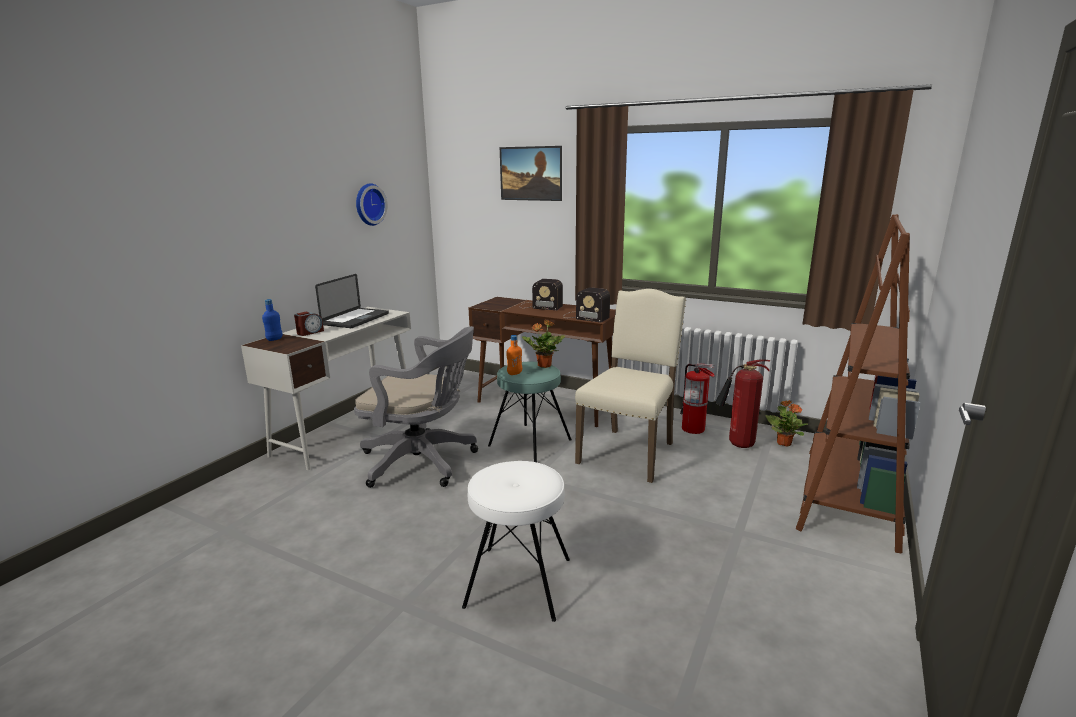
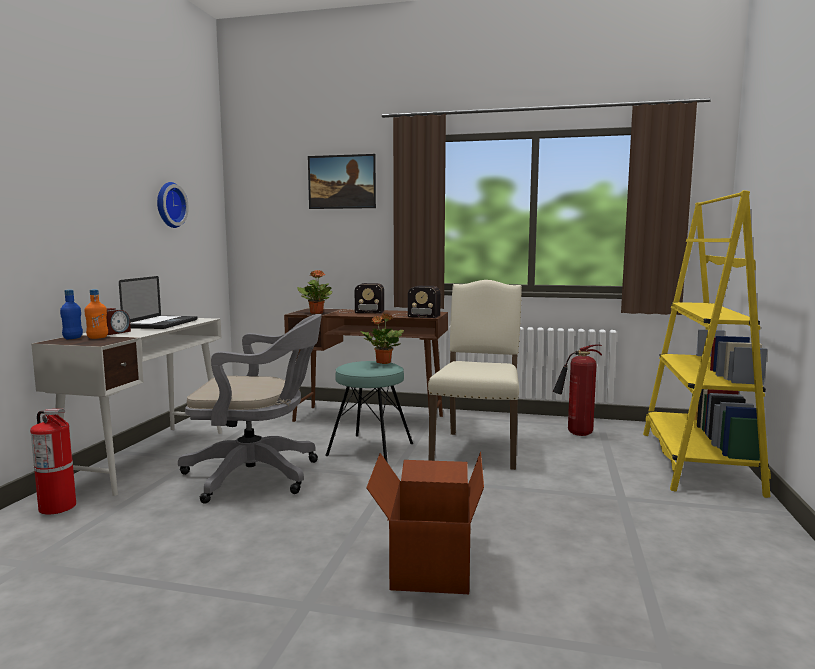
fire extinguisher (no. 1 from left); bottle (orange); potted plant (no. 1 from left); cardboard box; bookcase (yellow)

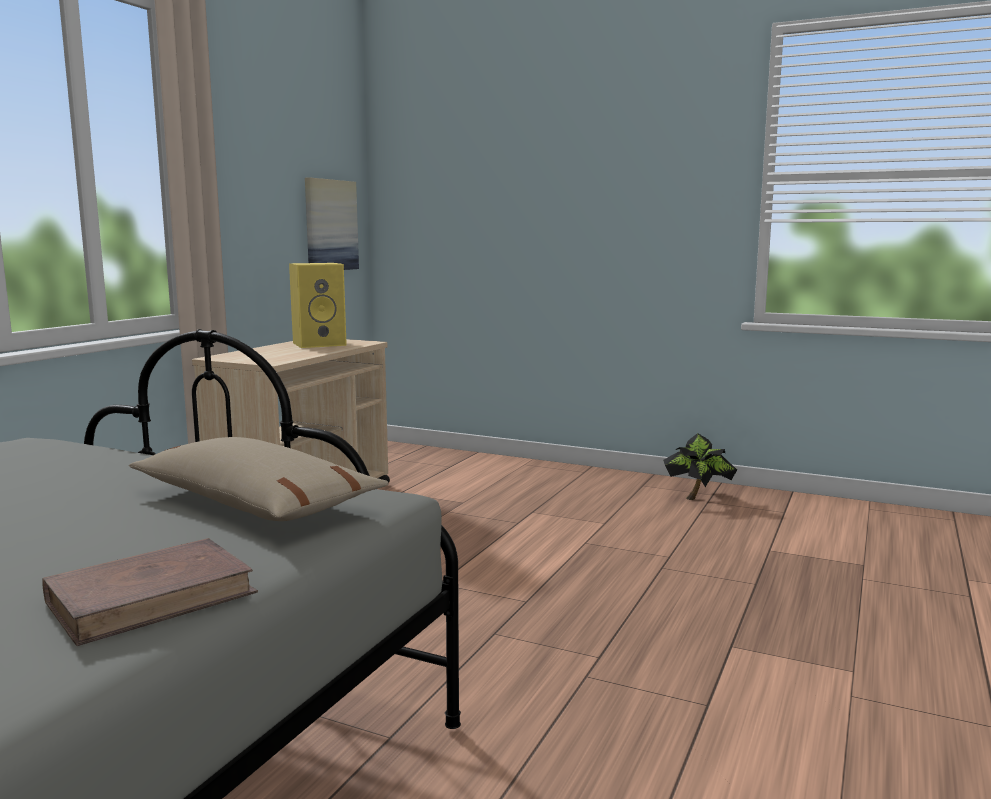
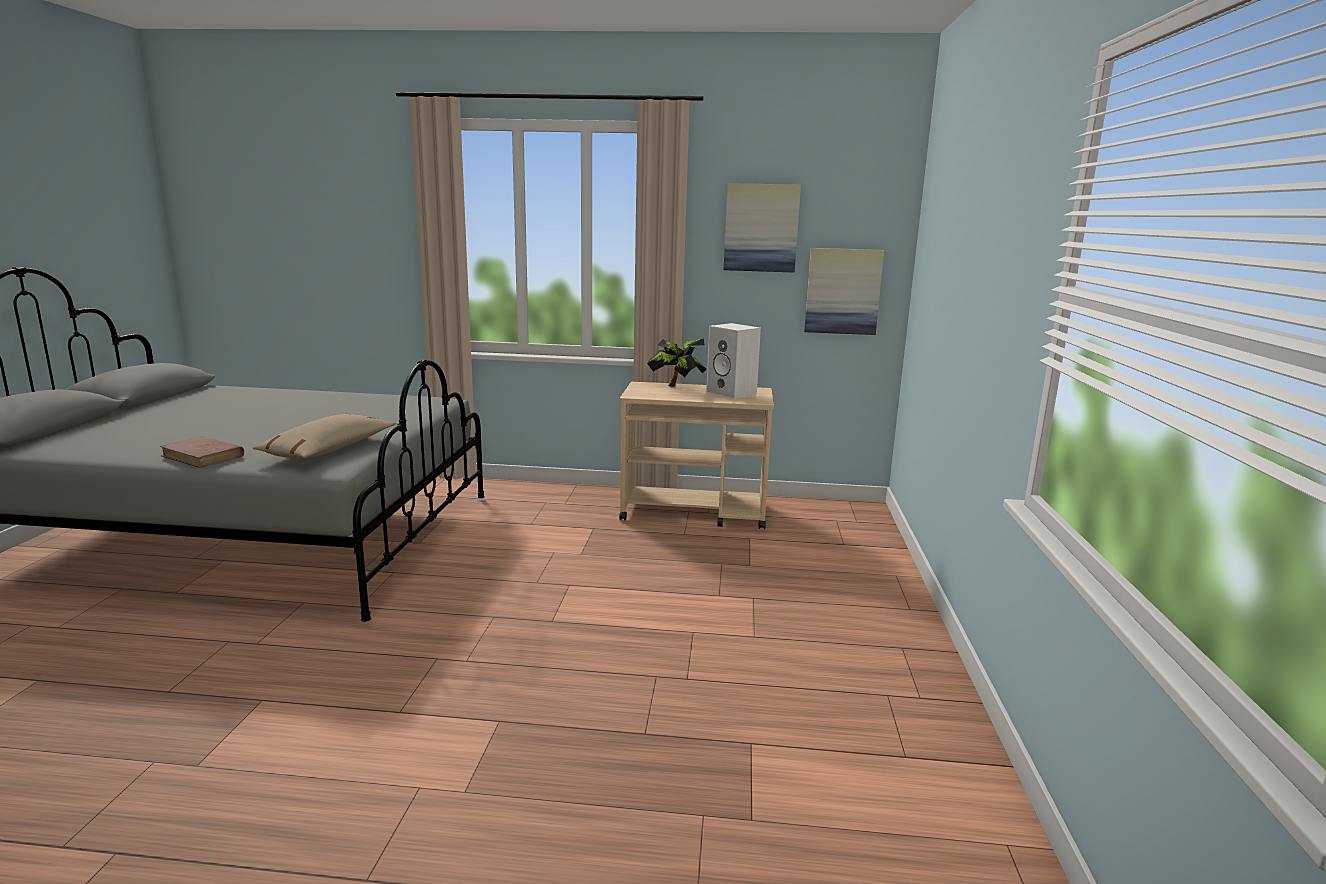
potted plant; speaker (white); picture (no. 1 from left)

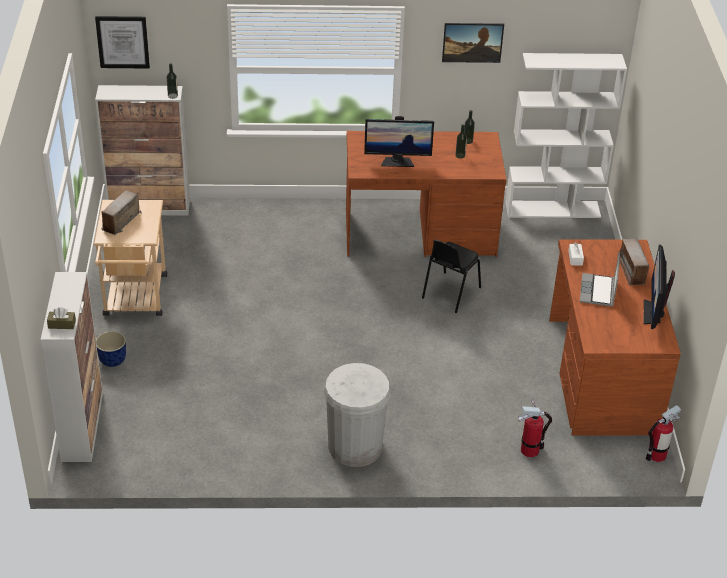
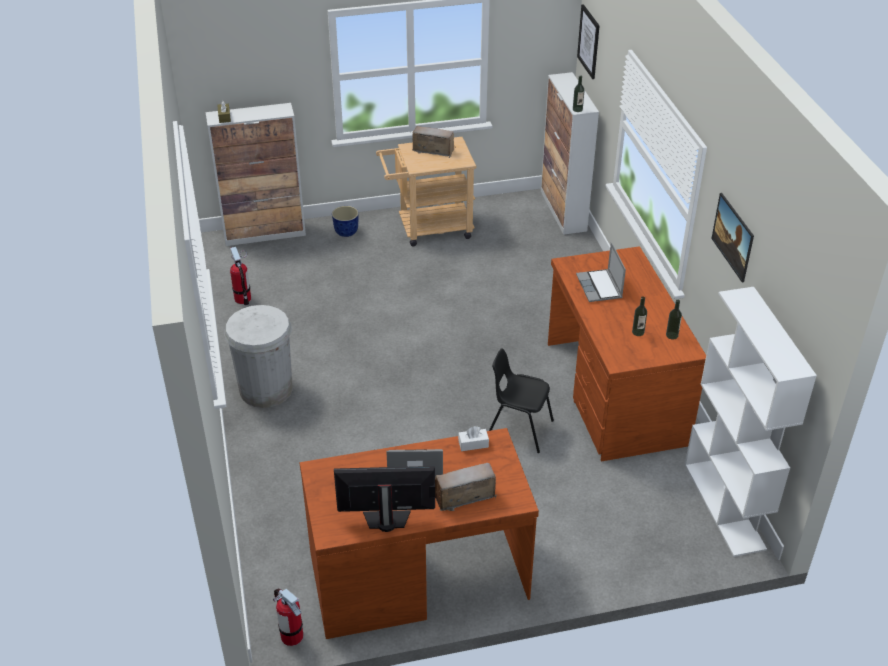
fire extinguisher (no. 1 from left); laptop (no. 2 from left)

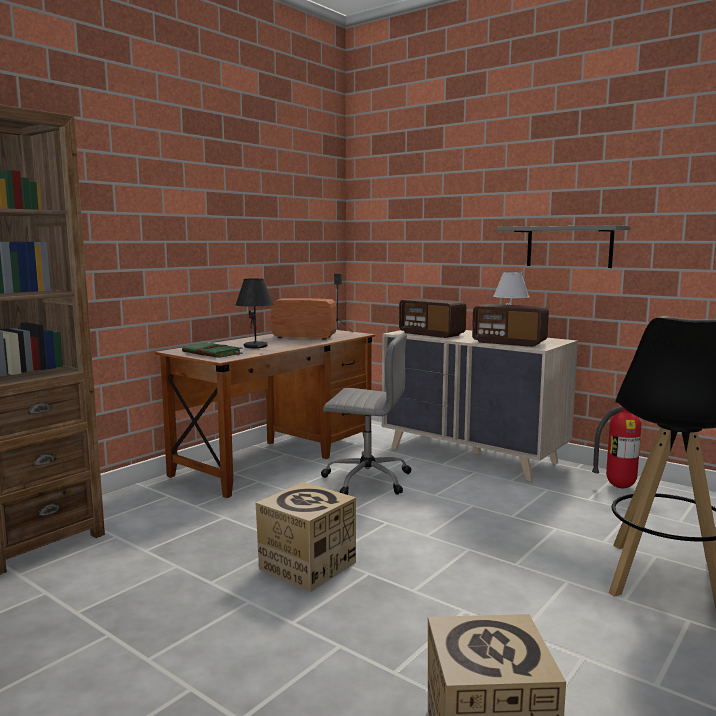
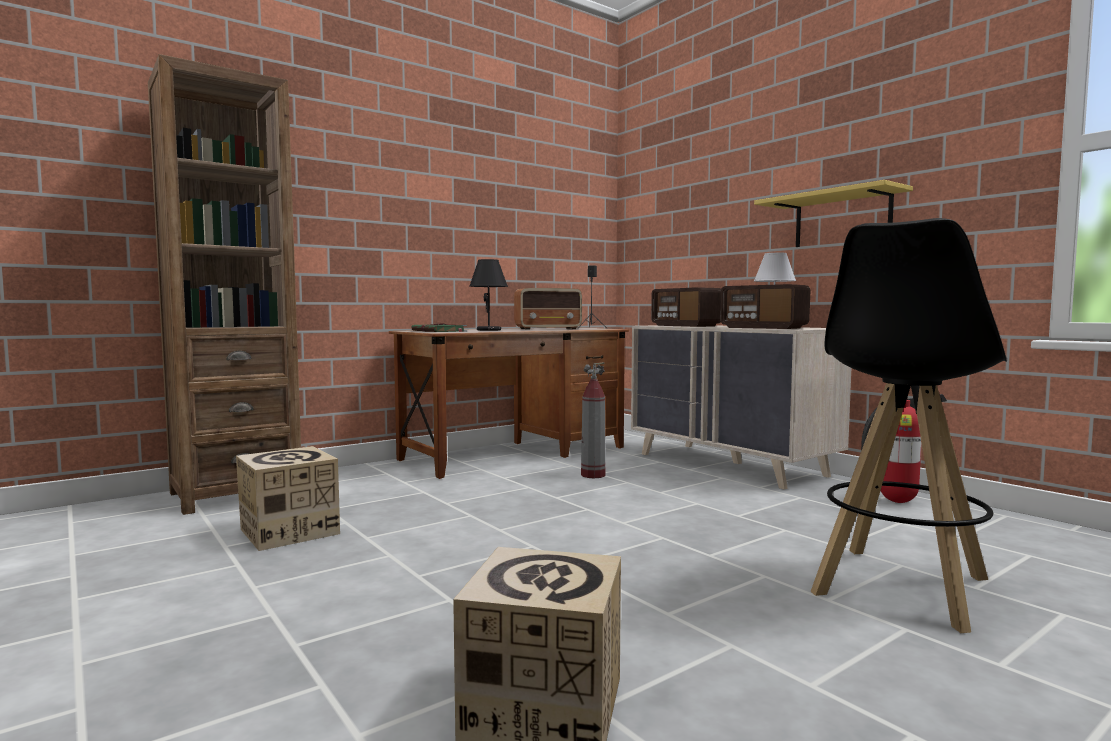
cardboard box (no. 1 from left); radio (no. 1 from left); fire extinguisher (no. 1 from left); shelf (yellow)

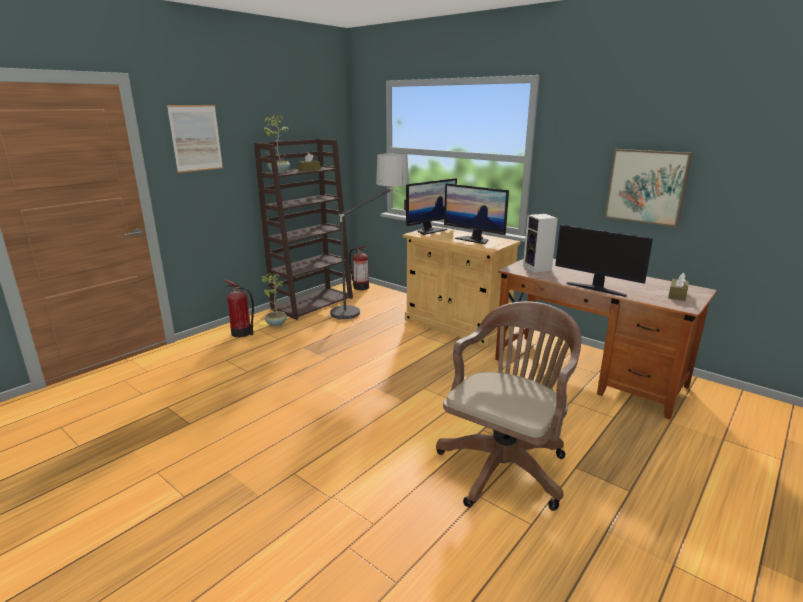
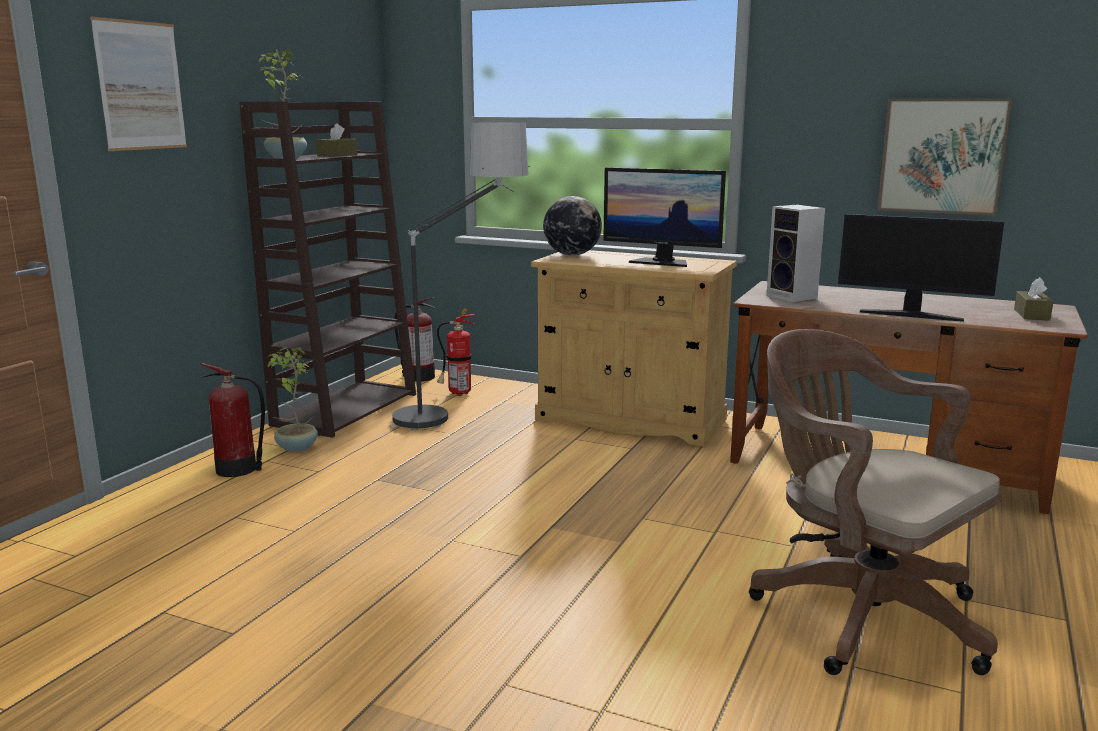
fire extinguisher (no. 3 from left); globe; office chair (brown)

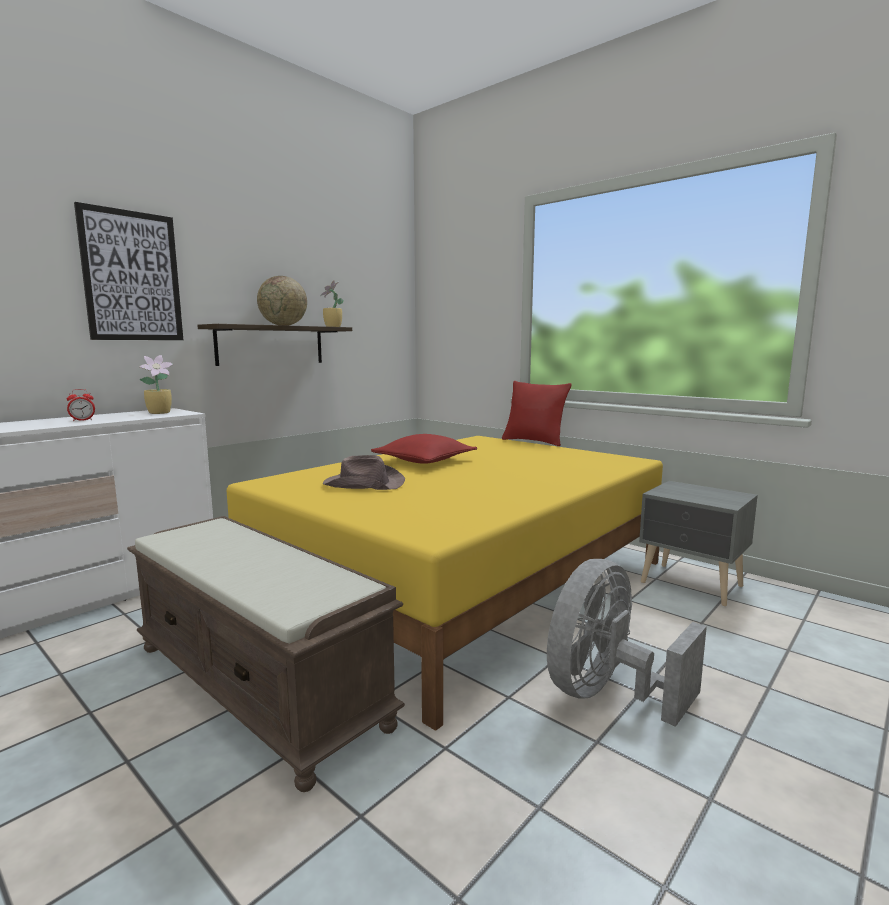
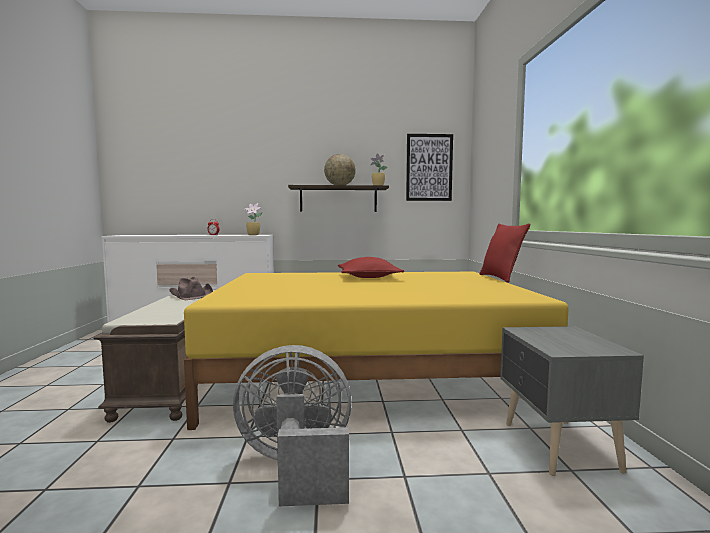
hat (brown); picture

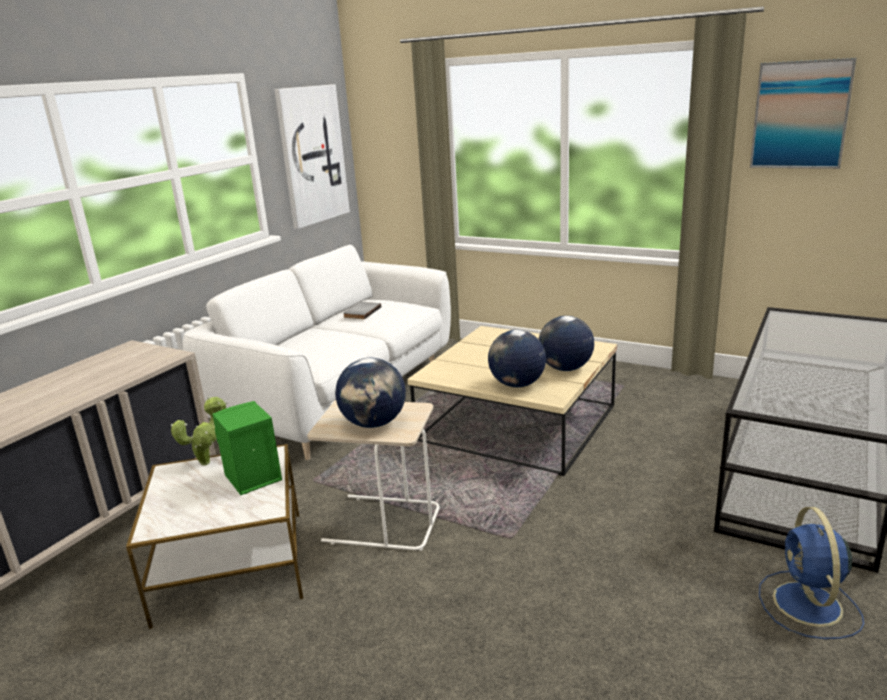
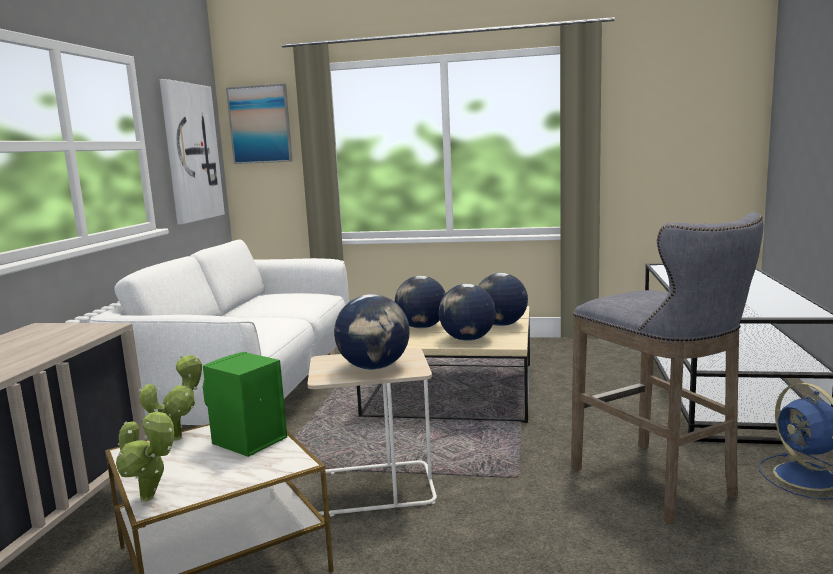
potted plant (no. 1 from left); picture (no. 2 from left); globe (no. 2 from left); stool (grey); book (grey)

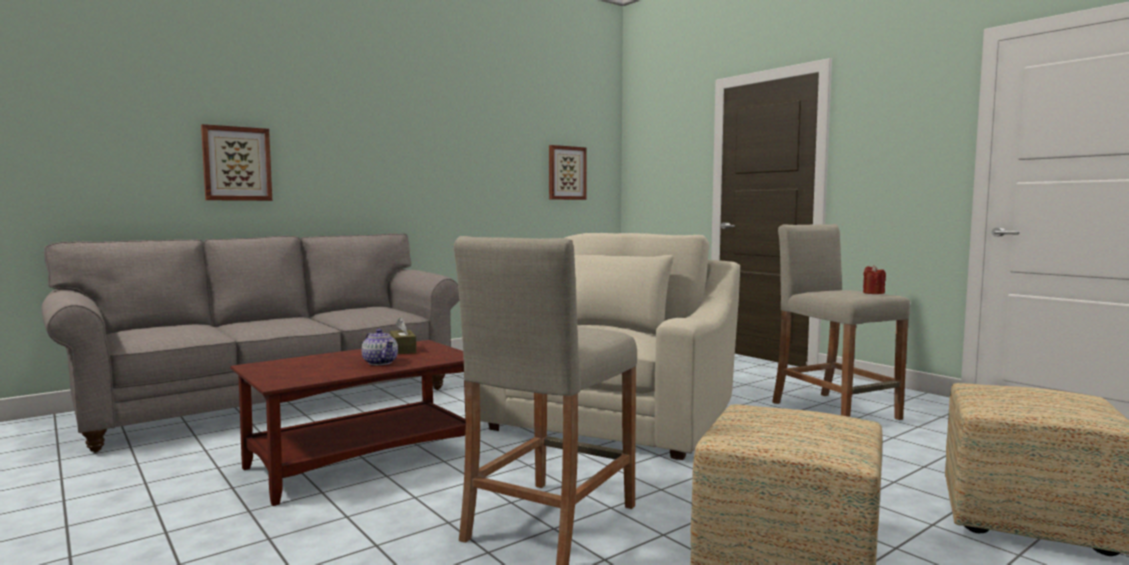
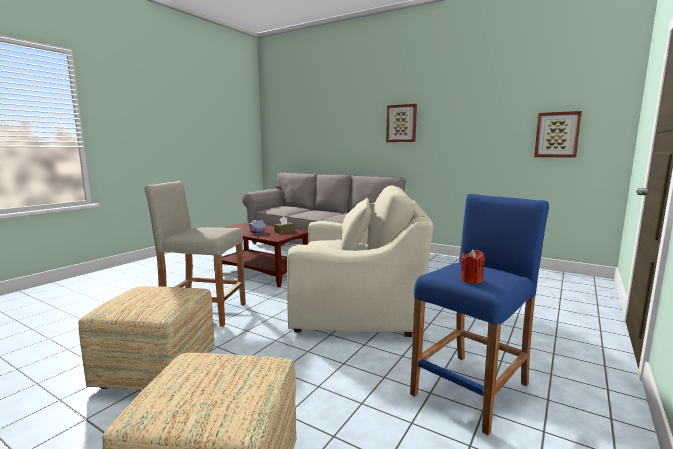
picture (no. 1 from left); stool (blue)

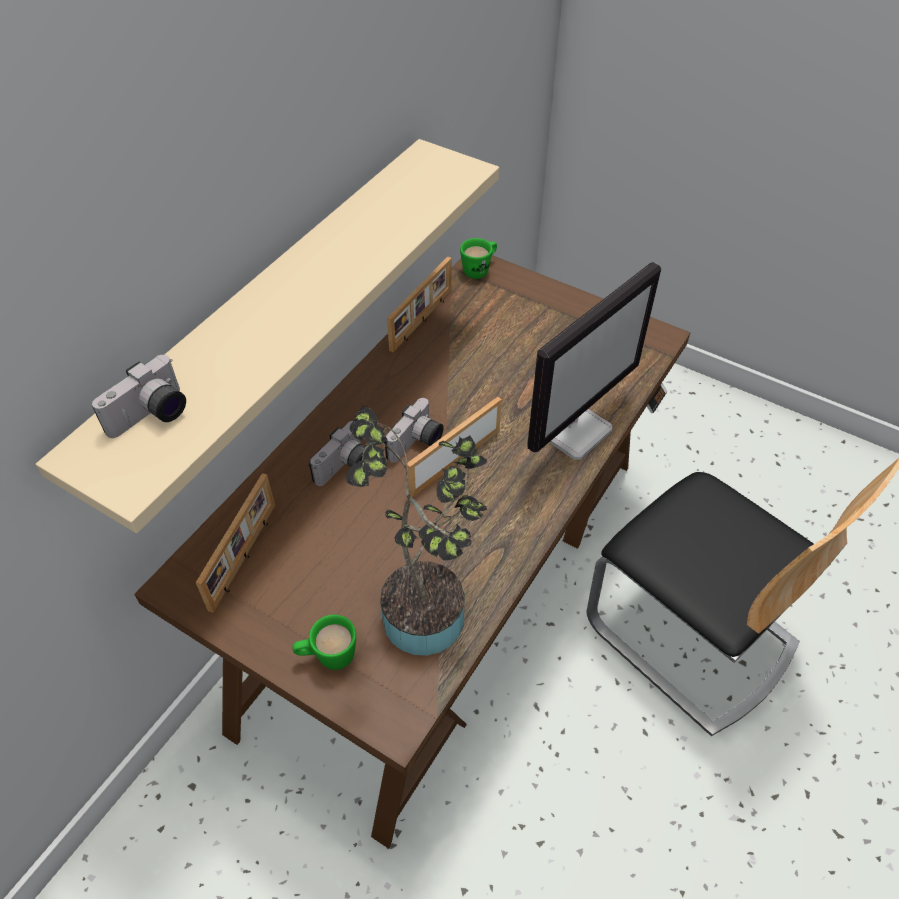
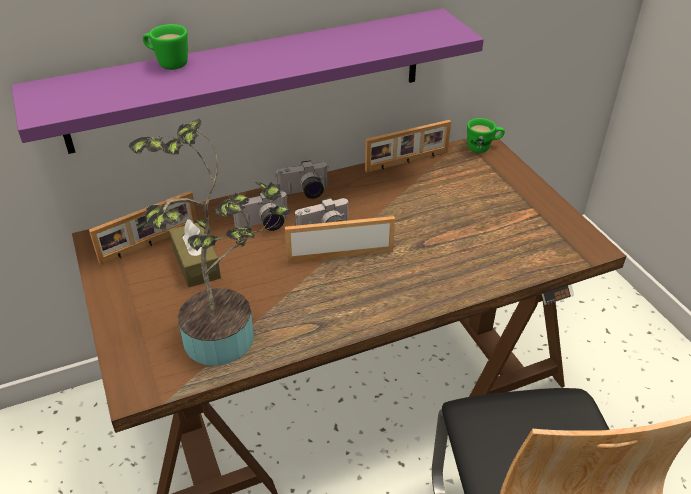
shelf (purple); mug (green) (no. 1 from left); tissue box (brown); photo camera (no. 2 from left); monitor

